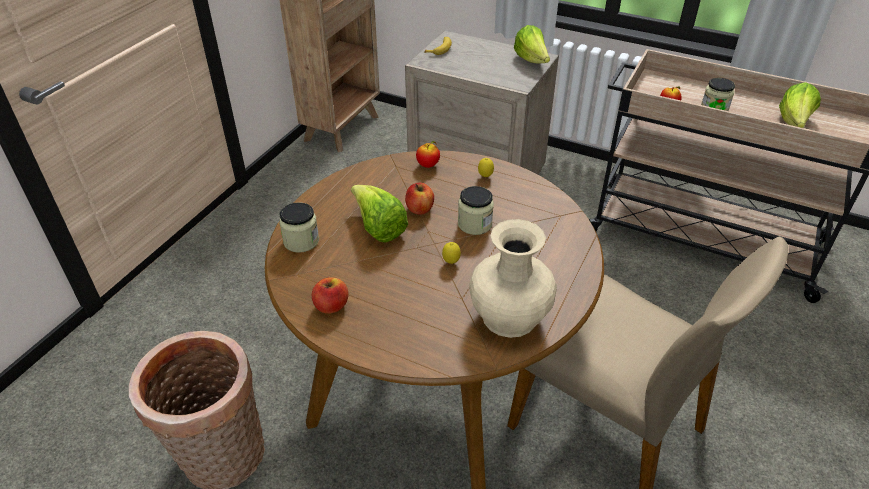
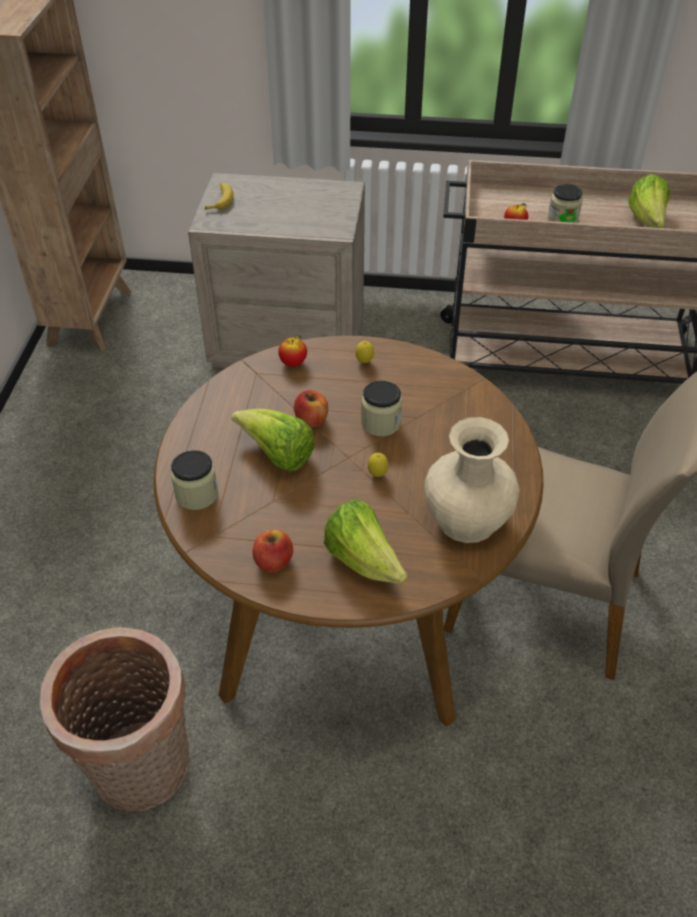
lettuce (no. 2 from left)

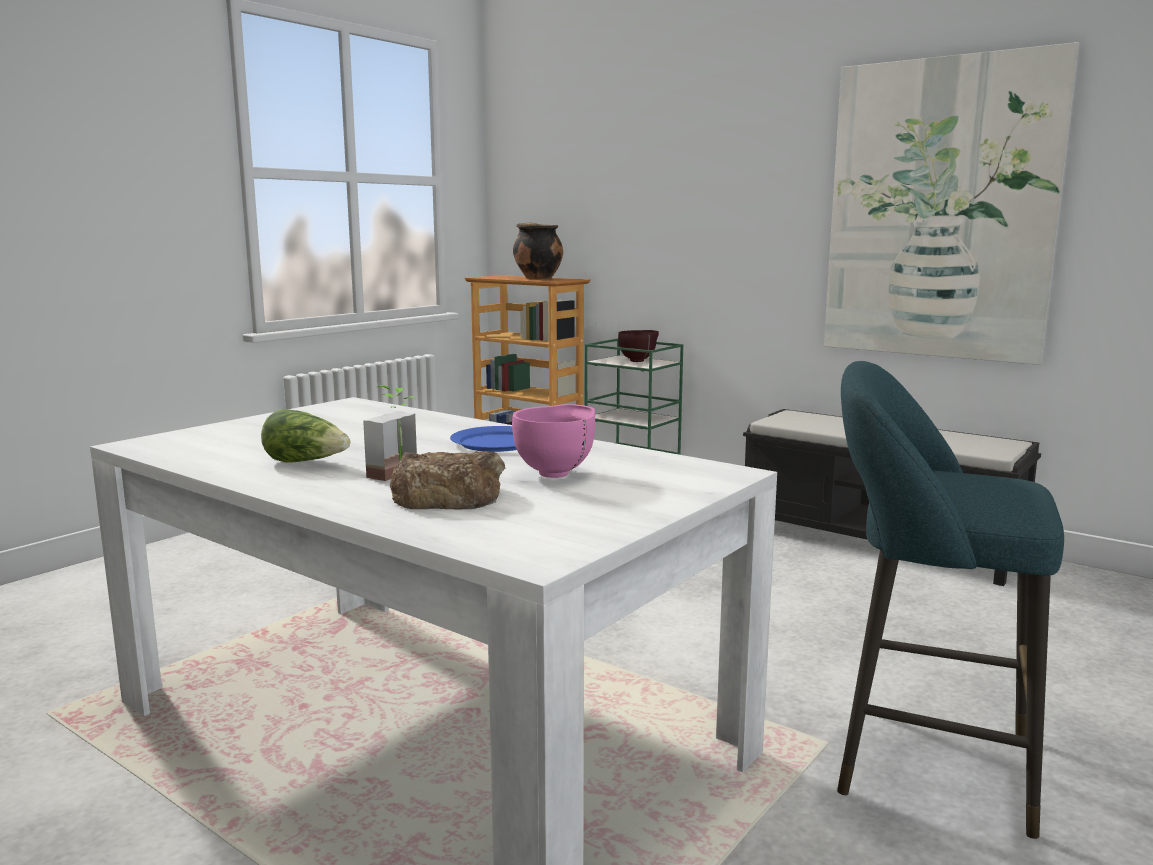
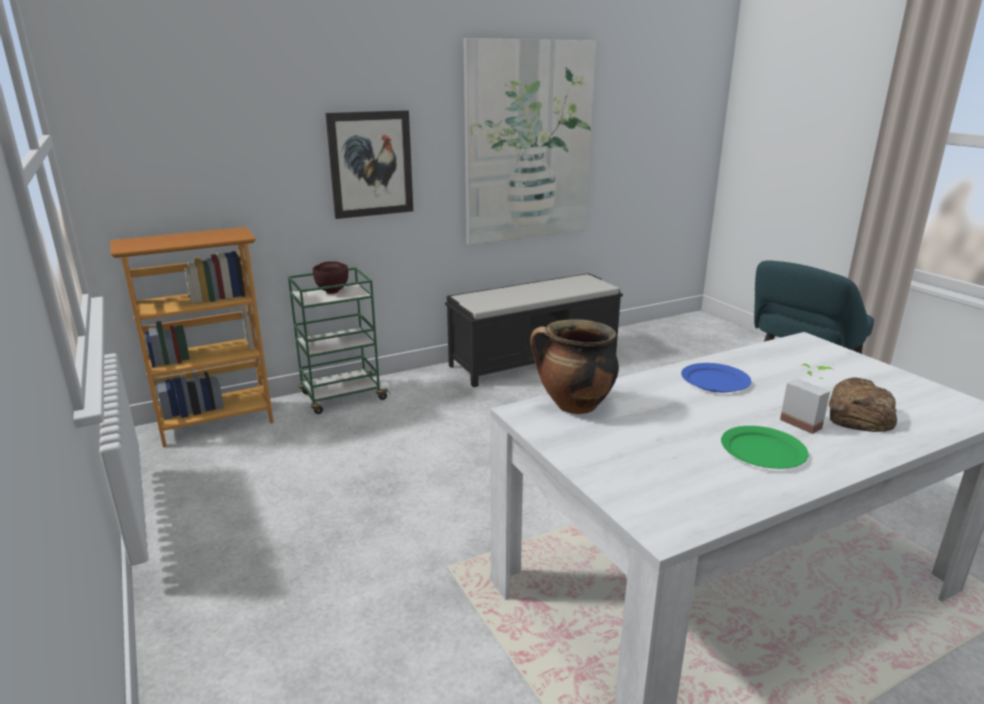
picture (no. 1 from left); cooking pot; plate (green); bowl (pink)

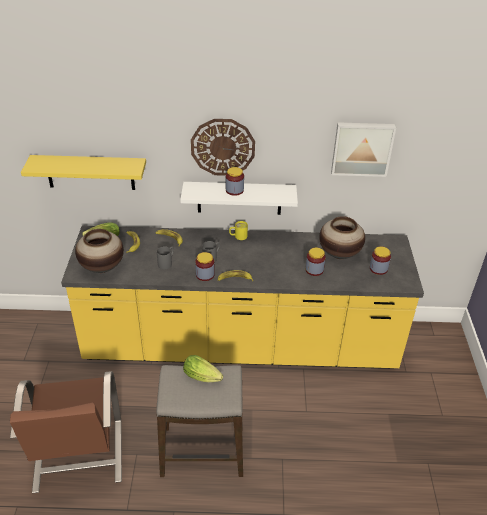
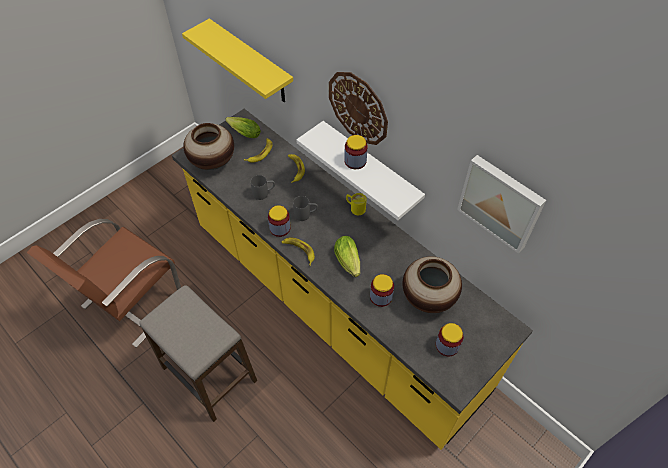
lettuce (no. 2 from left)

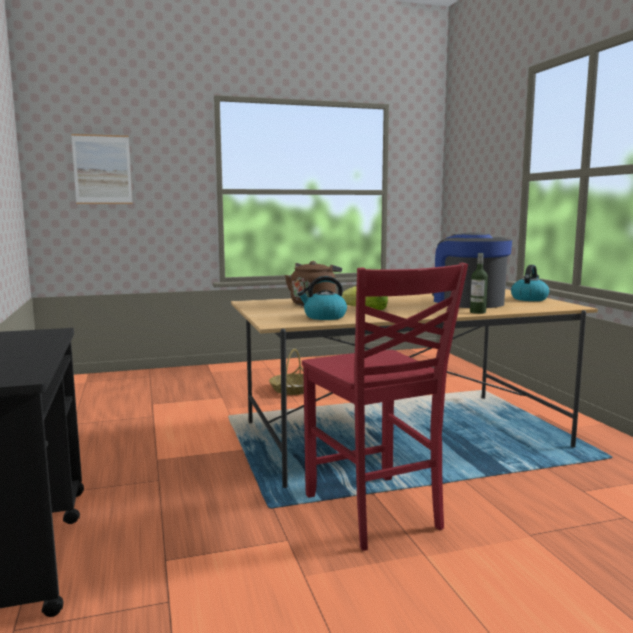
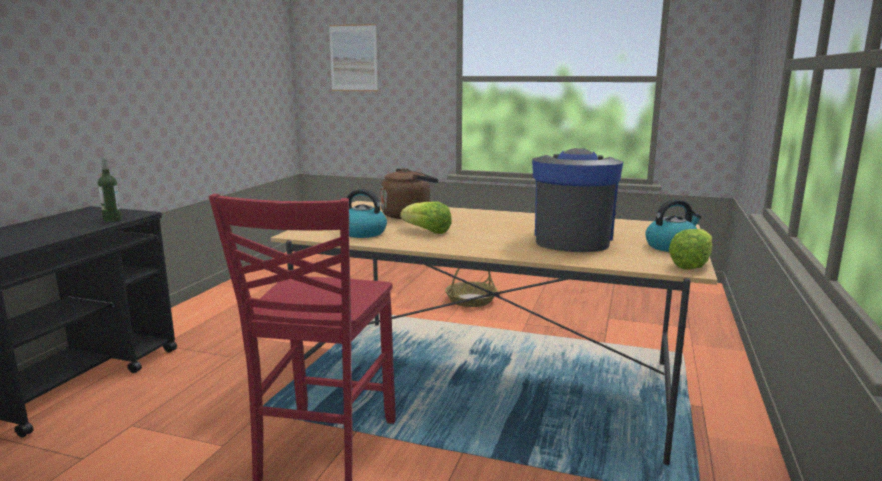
bottle; lettuce (no. 2 from left)

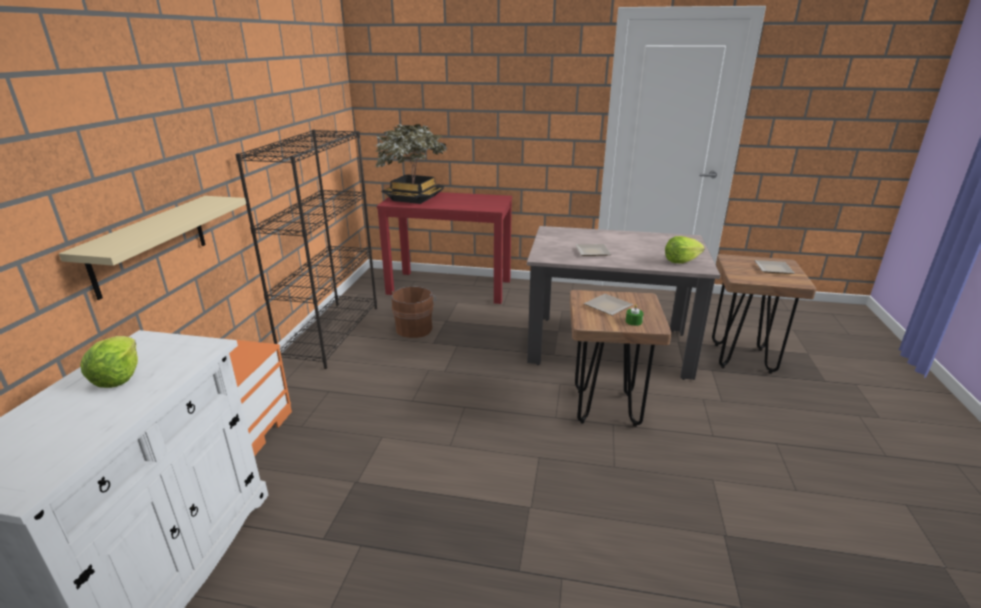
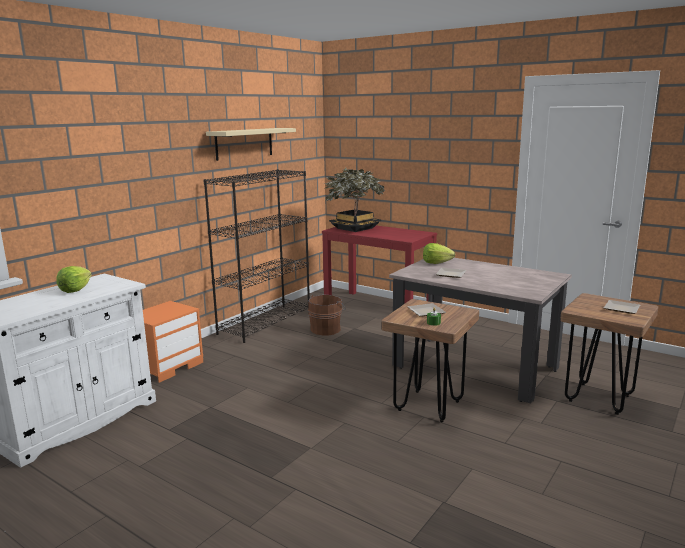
shelf (beige); lettuce (no. 2 from left)

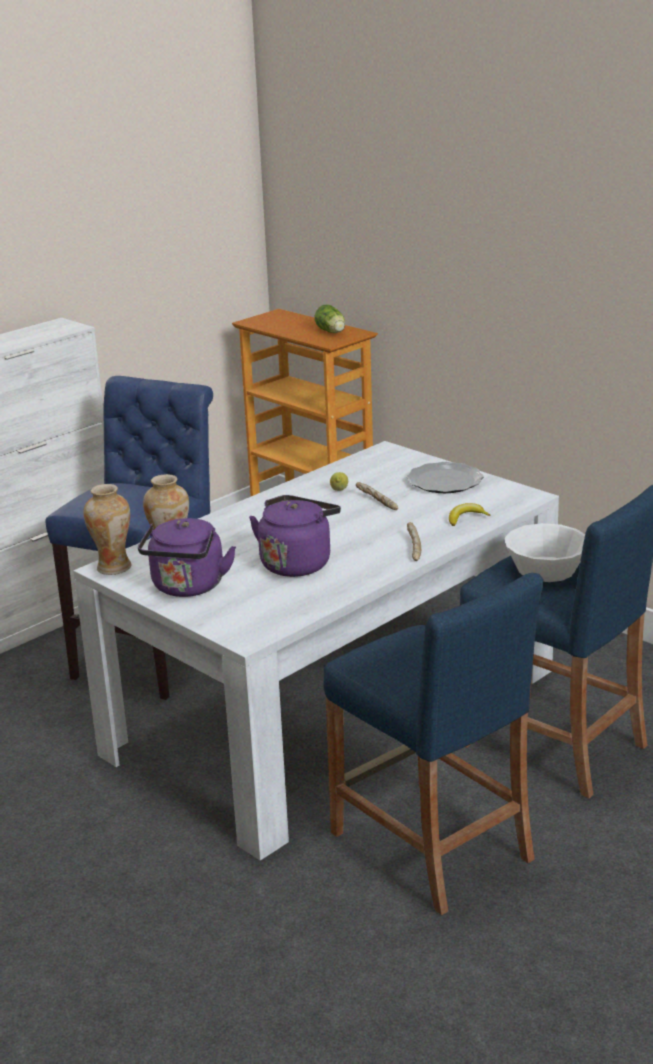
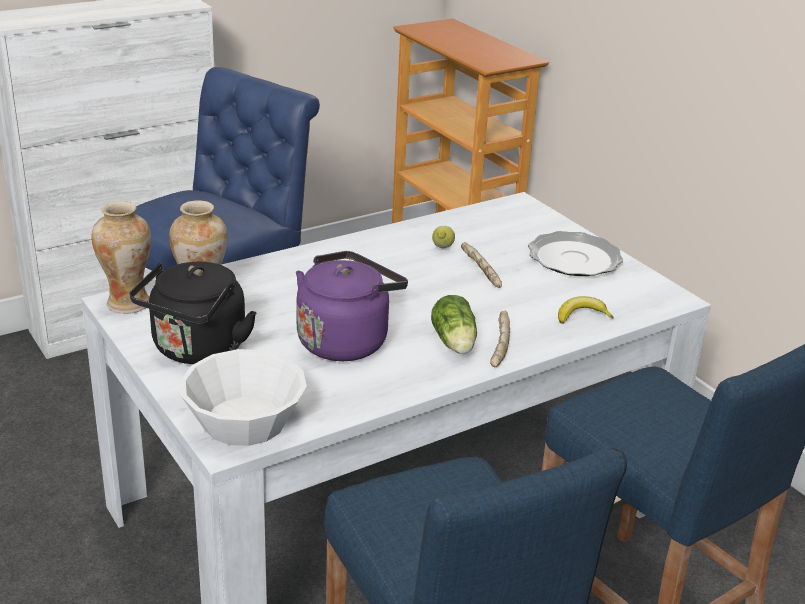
kettle (black); bowl (white); lettuce

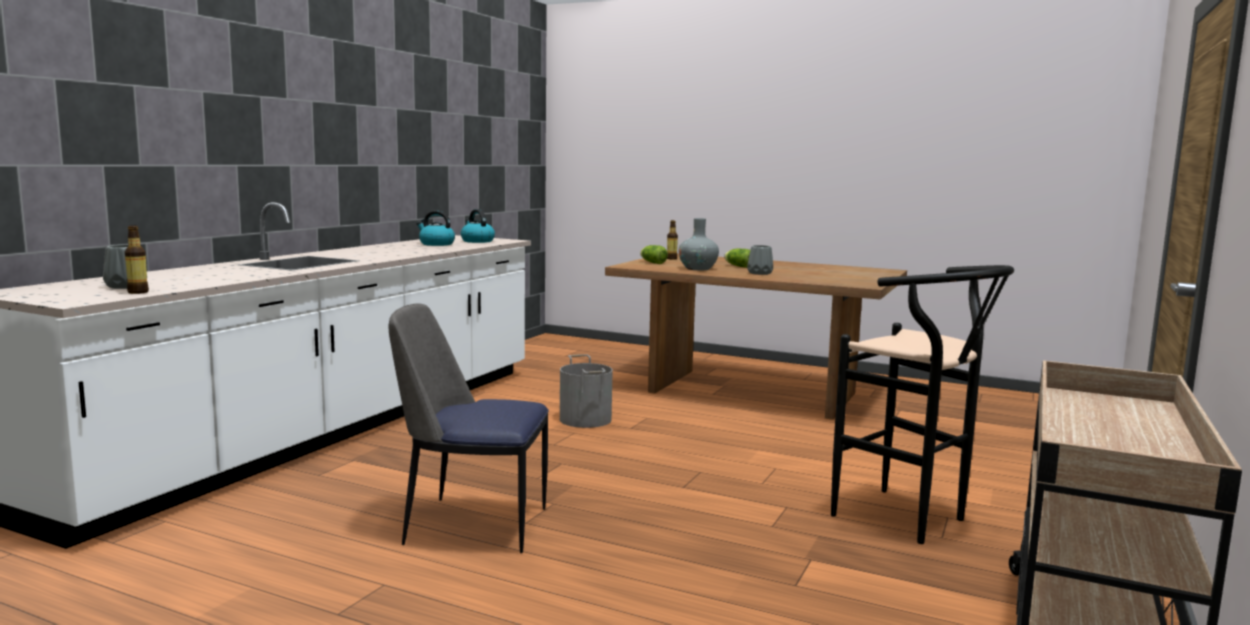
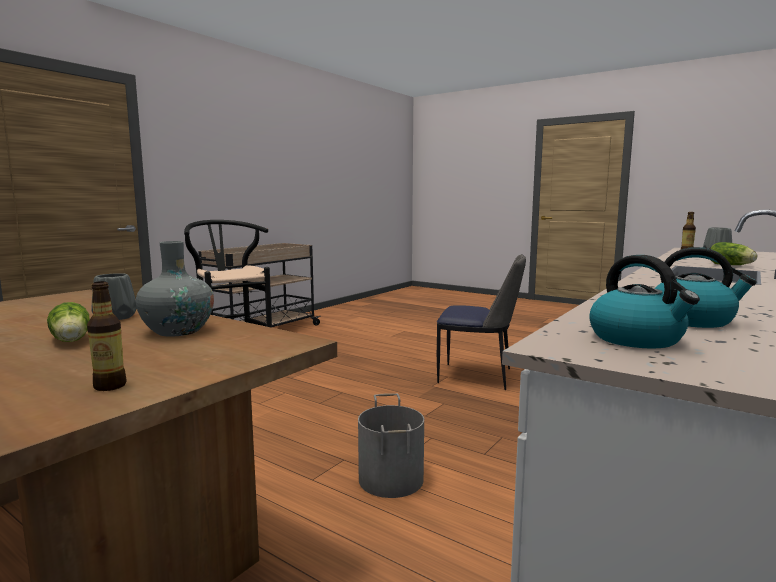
lettuce (no. 2 from left)

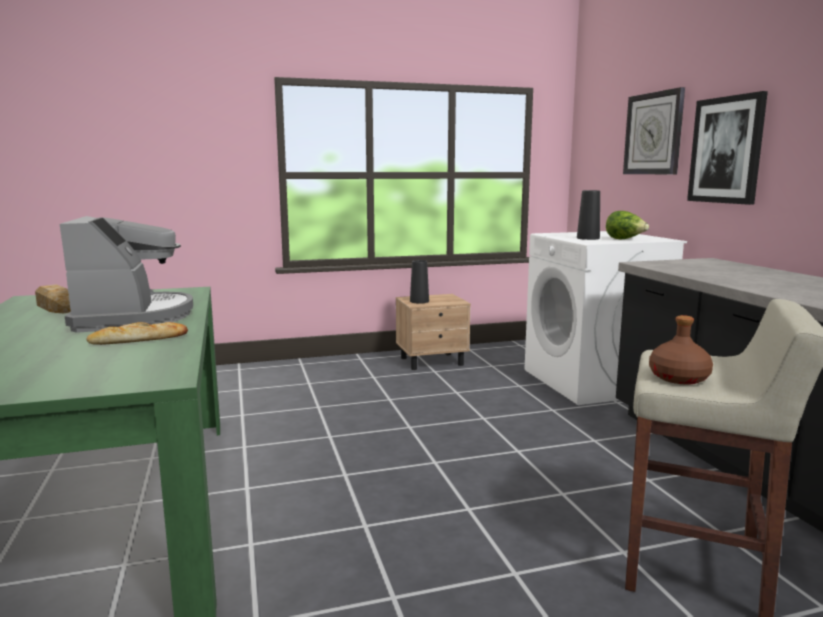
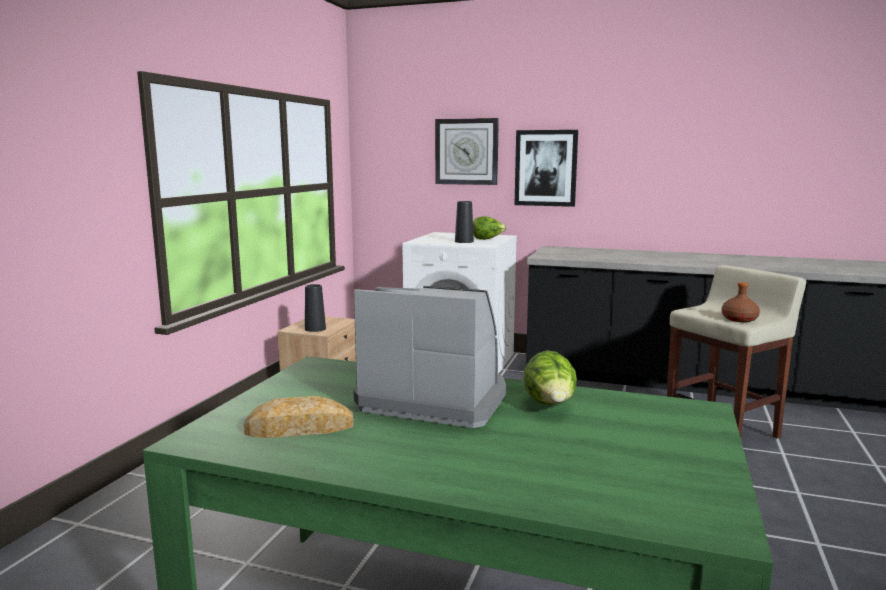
lettuce (no. 2 from left)

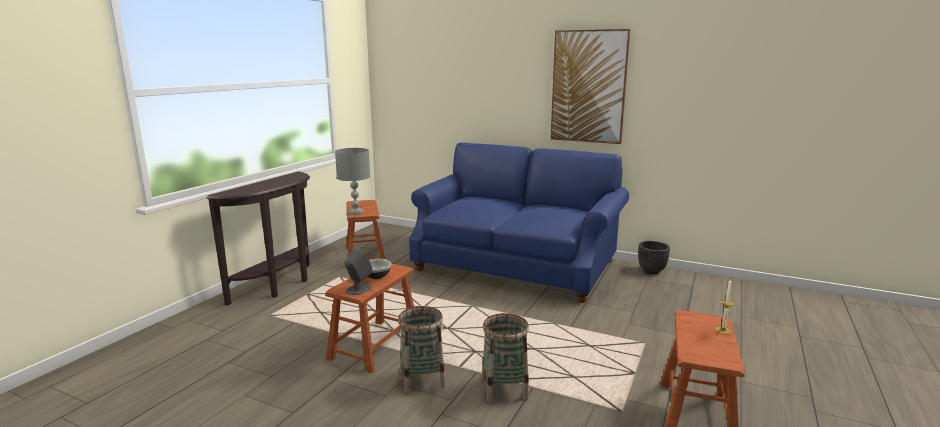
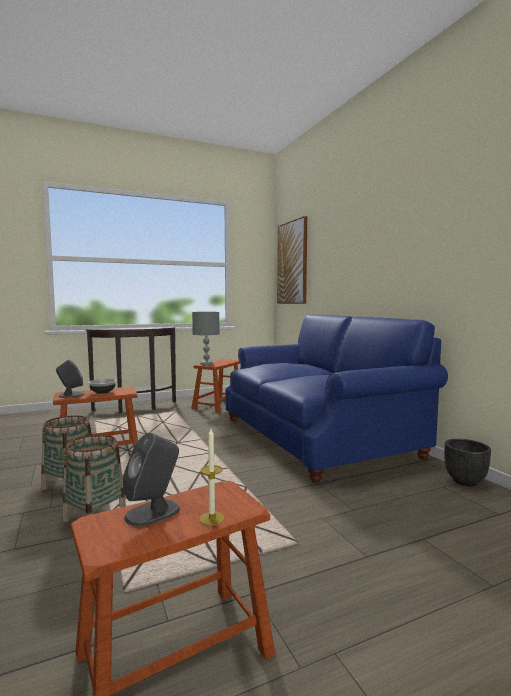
speaker (grey) (no. 2 from left); picture

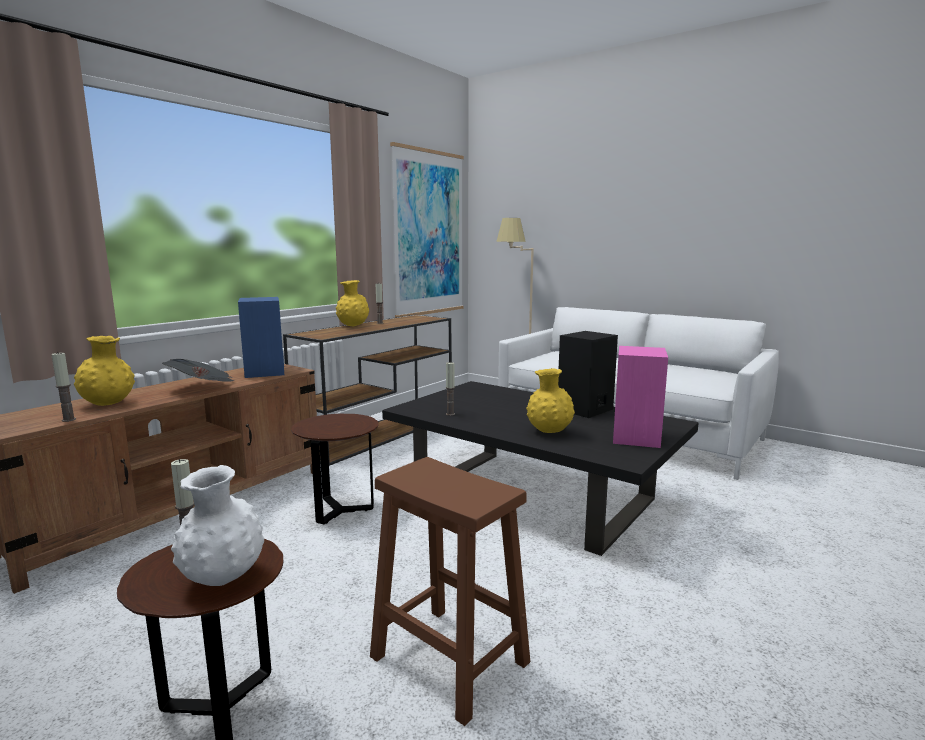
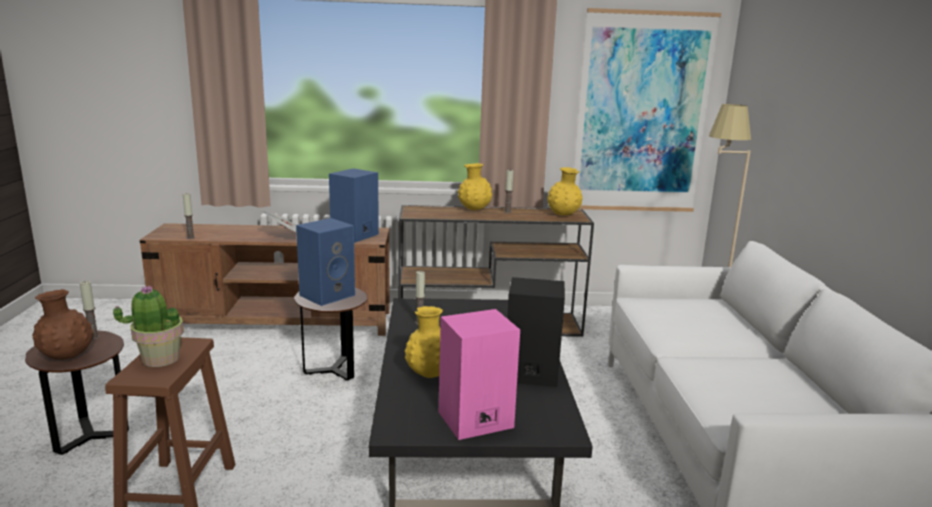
vase (brown); potted plant; speaker (blue) (no. 1 from left); vase (yellow) (no. 3 from left)

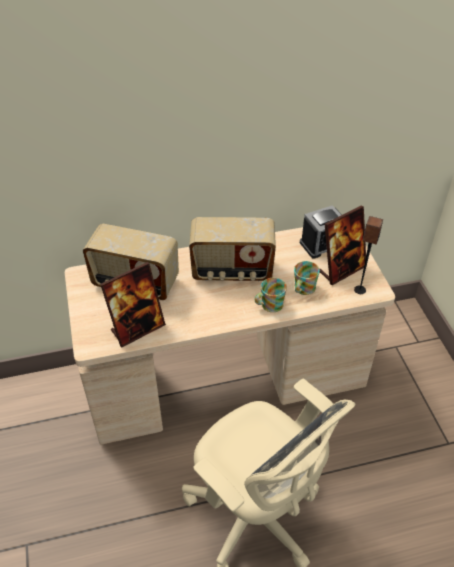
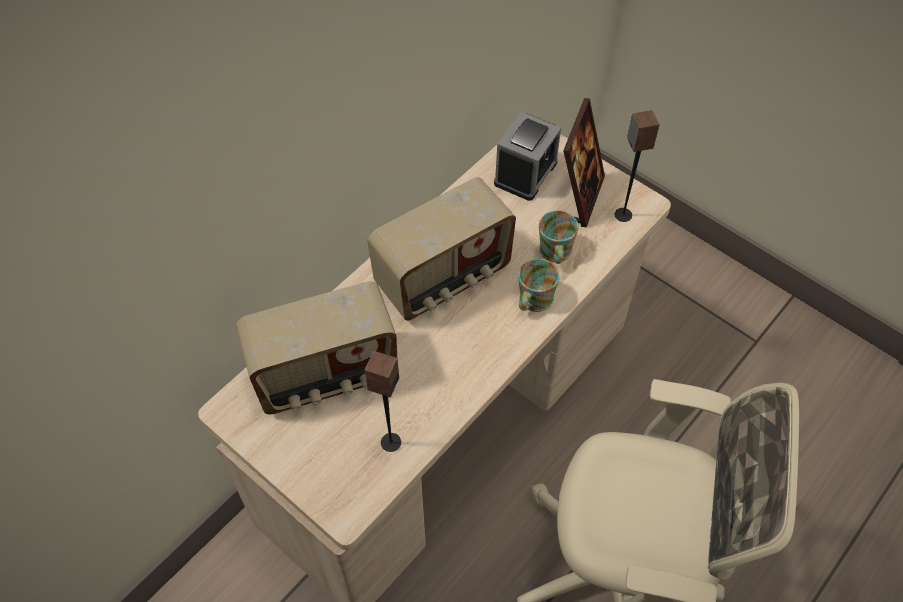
speaker (no. 1 from left)

